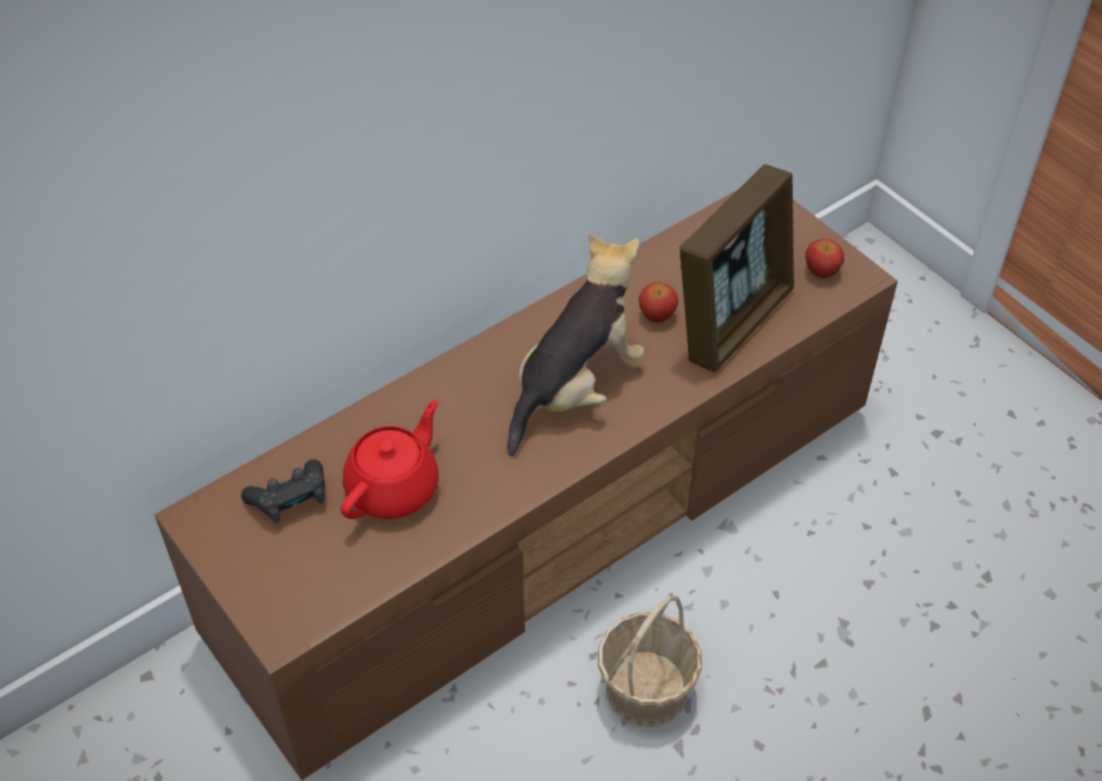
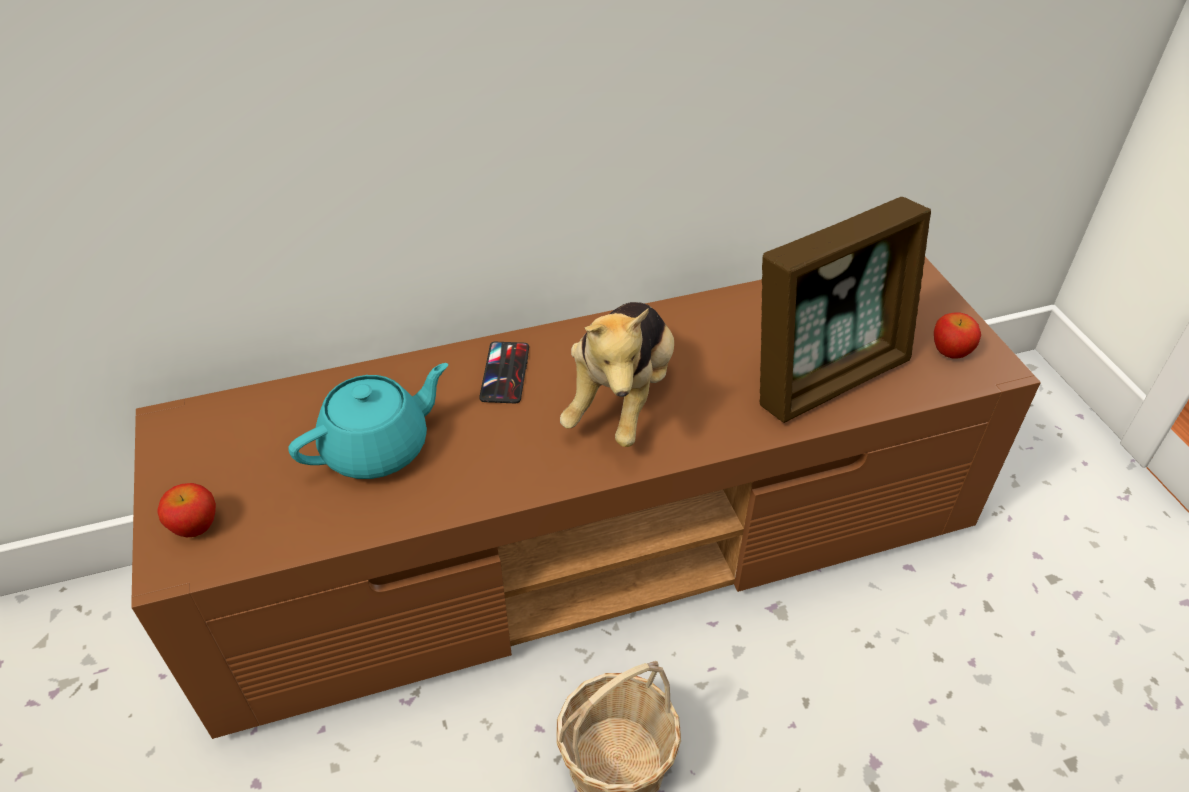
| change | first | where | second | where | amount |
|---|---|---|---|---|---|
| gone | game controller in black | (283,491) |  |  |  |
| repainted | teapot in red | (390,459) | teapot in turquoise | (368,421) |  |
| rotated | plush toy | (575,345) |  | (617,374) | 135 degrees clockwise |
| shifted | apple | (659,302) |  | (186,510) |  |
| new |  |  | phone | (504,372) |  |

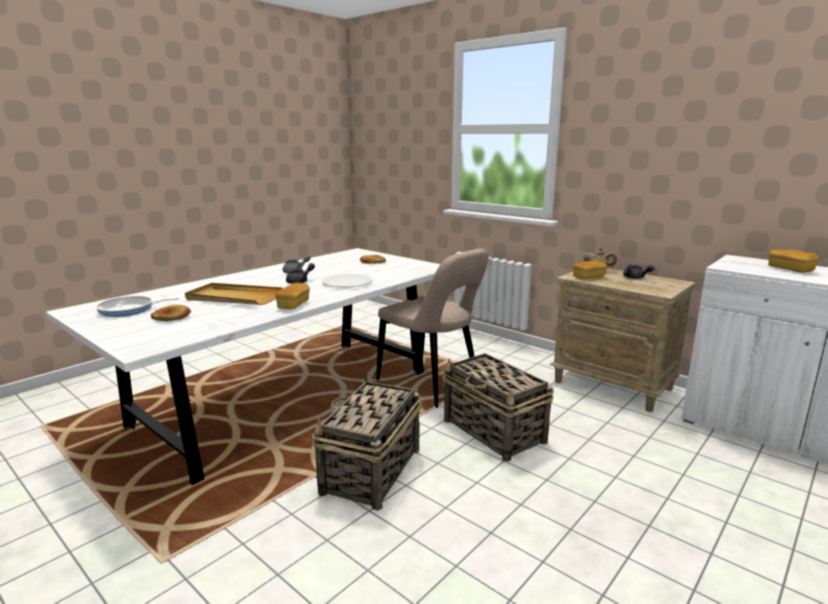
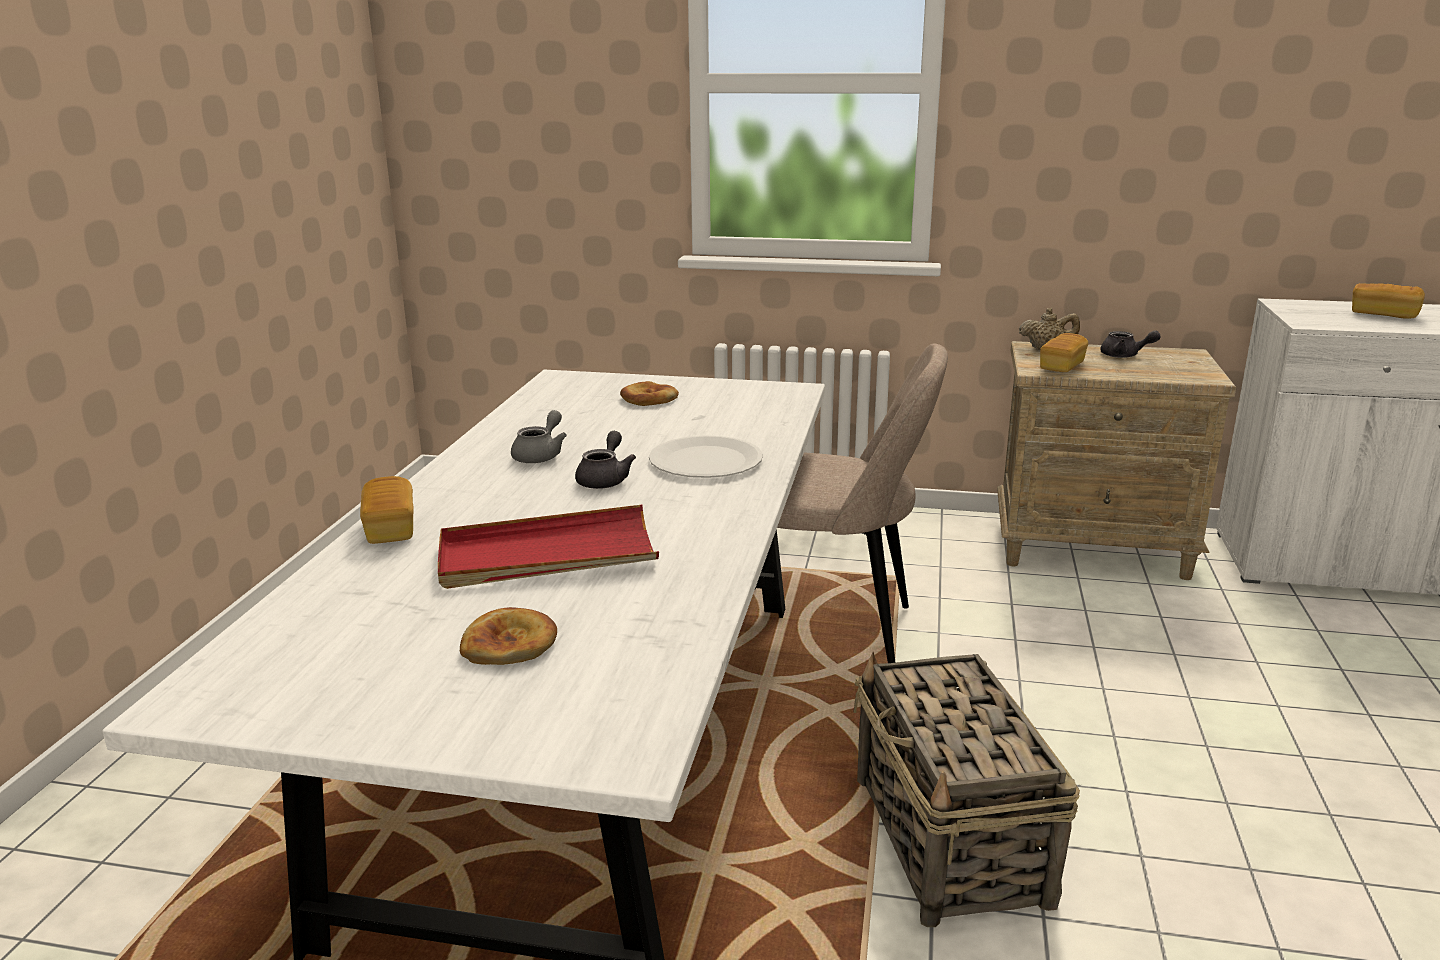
| change | first | where | second | where | amount |
|---|---|---|---|---|---|
| gone | frying pan | (137,306) |  |  |  |
| repainted | tray in beige | (234,294) | tray in red | (548,547) |  |
| shifted | bread | (293,296) |  | (387,510) |  |
| gone | basket | (498,407) |  |  |  |

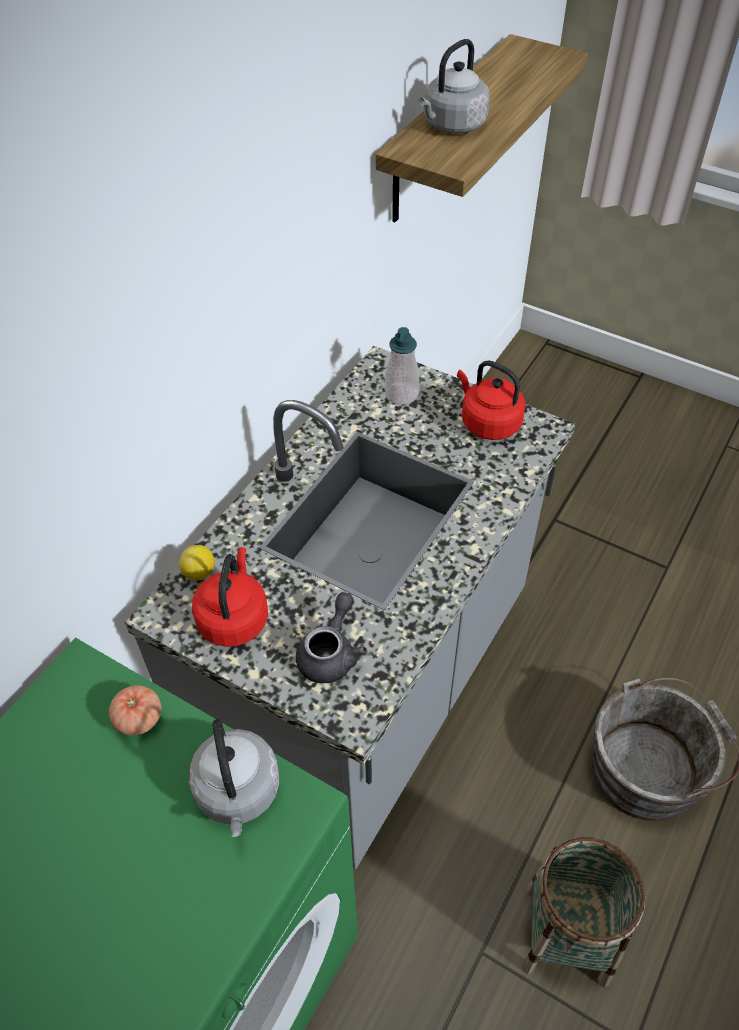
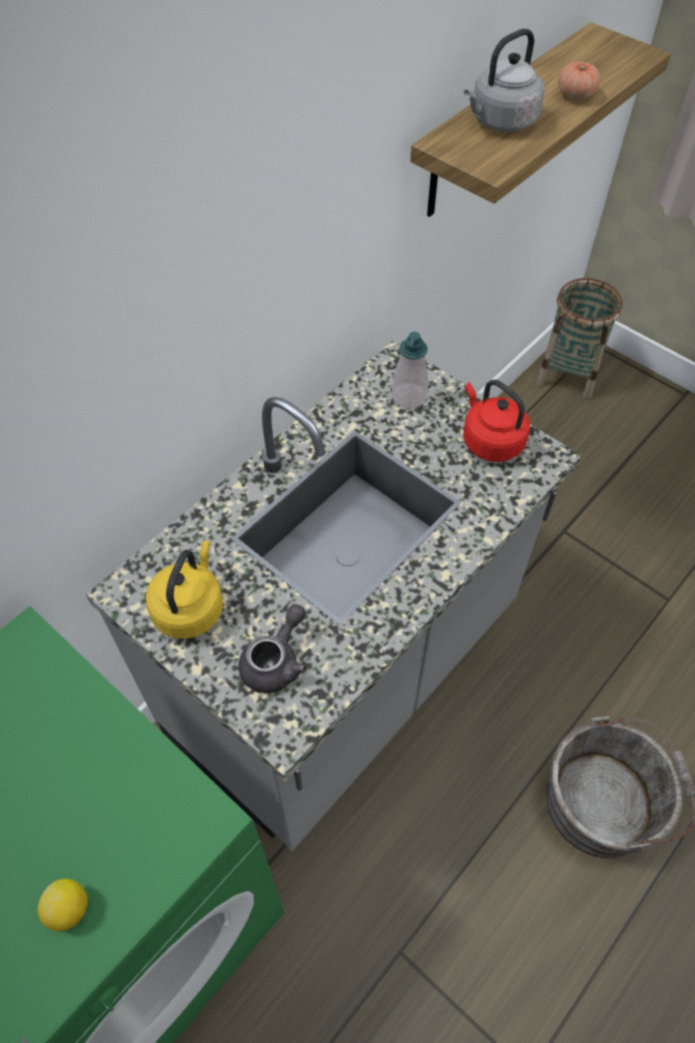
| change | first | where | second | where | amount |
|---|---|---|---|---|---|
| shifted | tomato | (135,710) |  | (579,81) |  |
| shifted | lemon | (197,562) |  | (63,904) |  |
| gone | kettle in grey | (234,778) |  |  |  |
| repainted | kettle in red | (230,597) | kettle in yellow | (184,590) |  |
| shifted | basket | (584,912) |  | (579,338) |  |

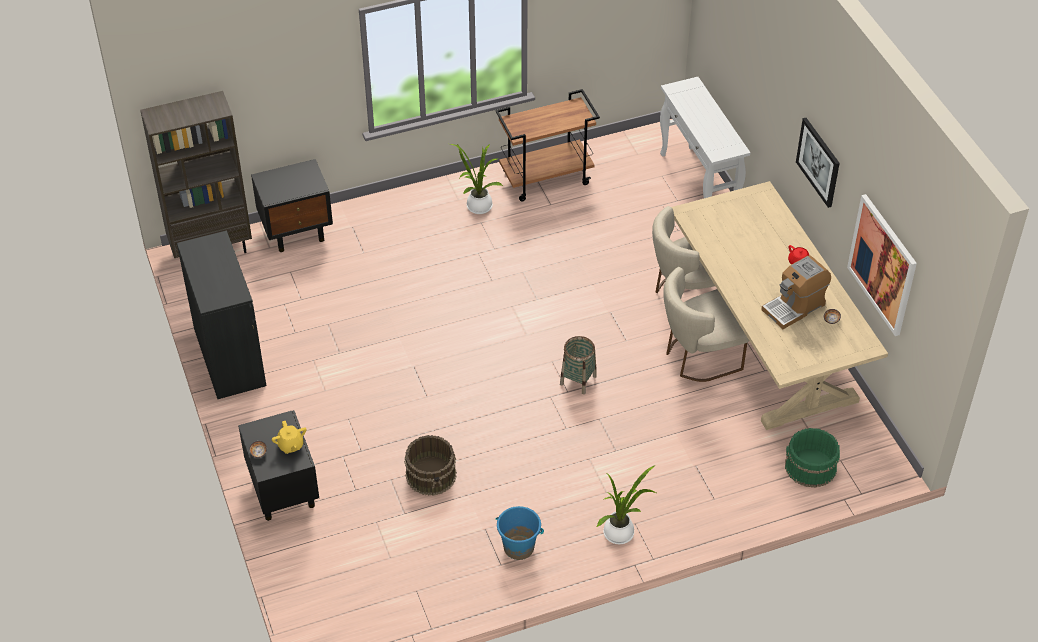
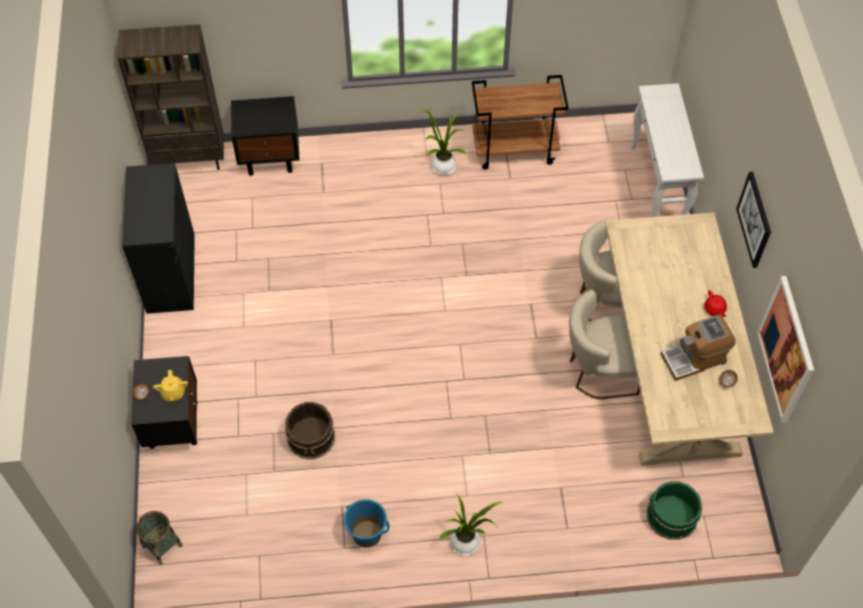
| change | first | where | second | where | amount |
|---|---|---|---|---|---|
| shifted | basket | (578,365) |  | (159,538) |  |

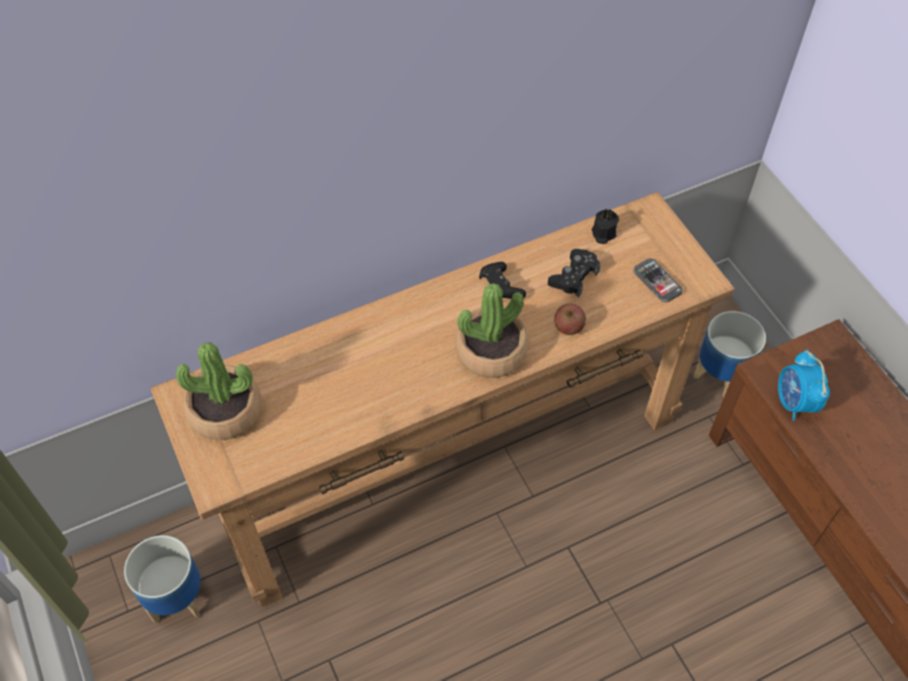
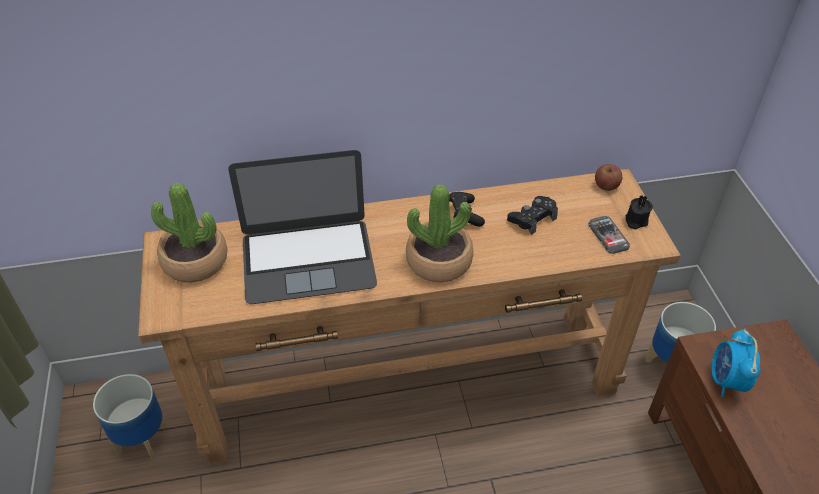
| change | first | where | second | where | amount |
|---|---|---|---|---|---|
| shifted | apple | (570,319) |  | (608,177) |  |
| shifted | candle in black | (605,226) |  | (639,212) |  |
| new |  |  | laptop | (302,227) |  |

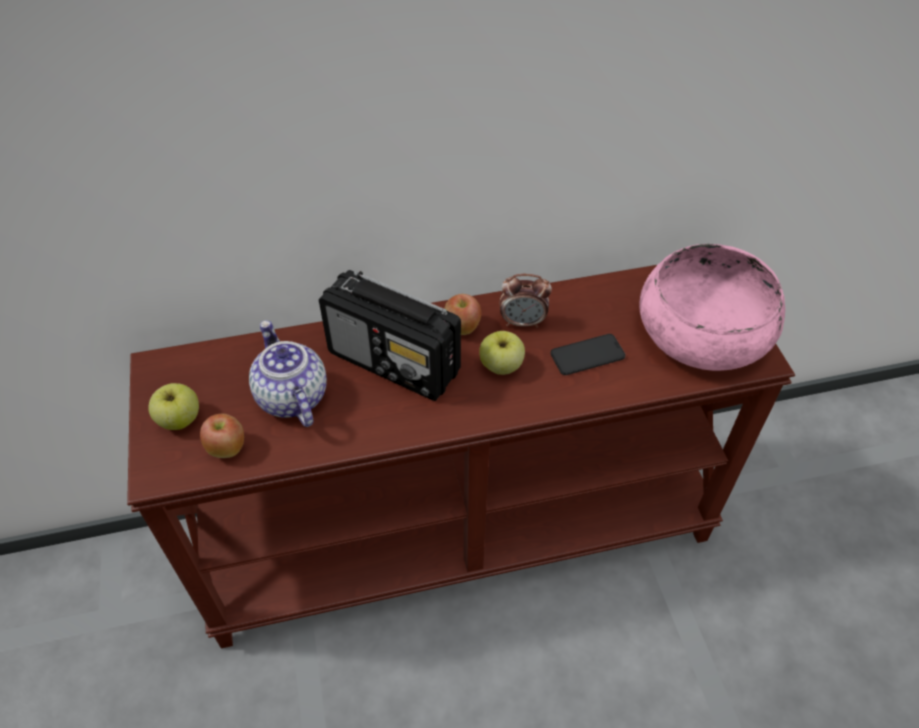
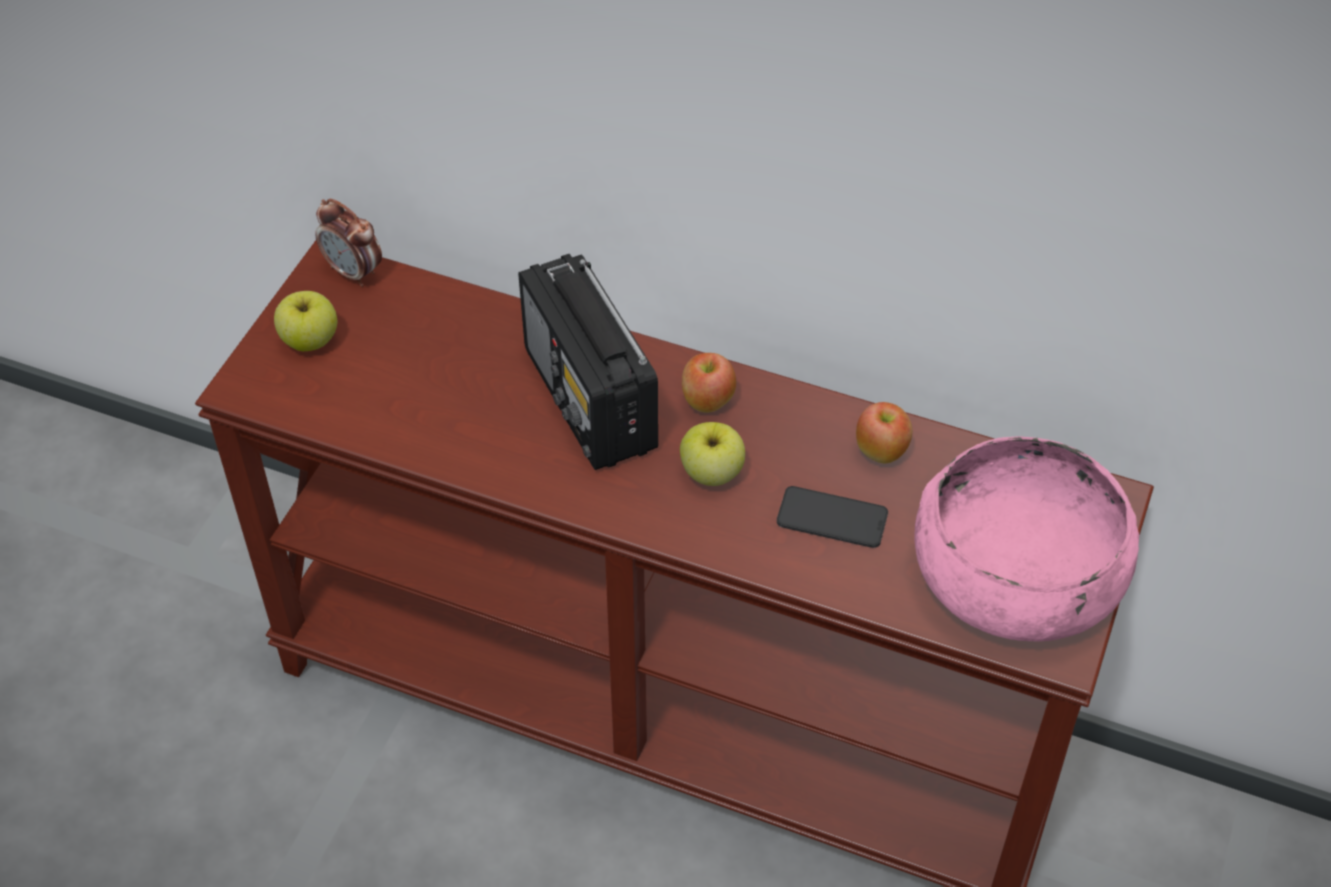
| change | first | where | second | where | amount |
|---|---|---|---|---|---|
| shifted | apple | (222,436) |  | (884,432) |  |
| gone | teapot | (288,373) |  |  |  |
| shifted | alarm clock | (526,301) |  | (348,242) |  |

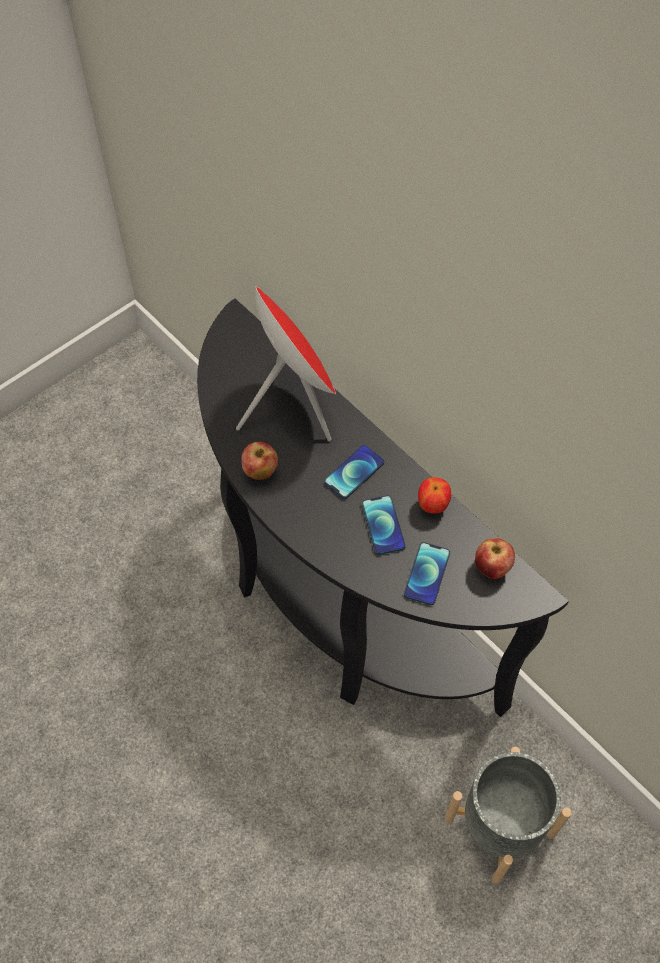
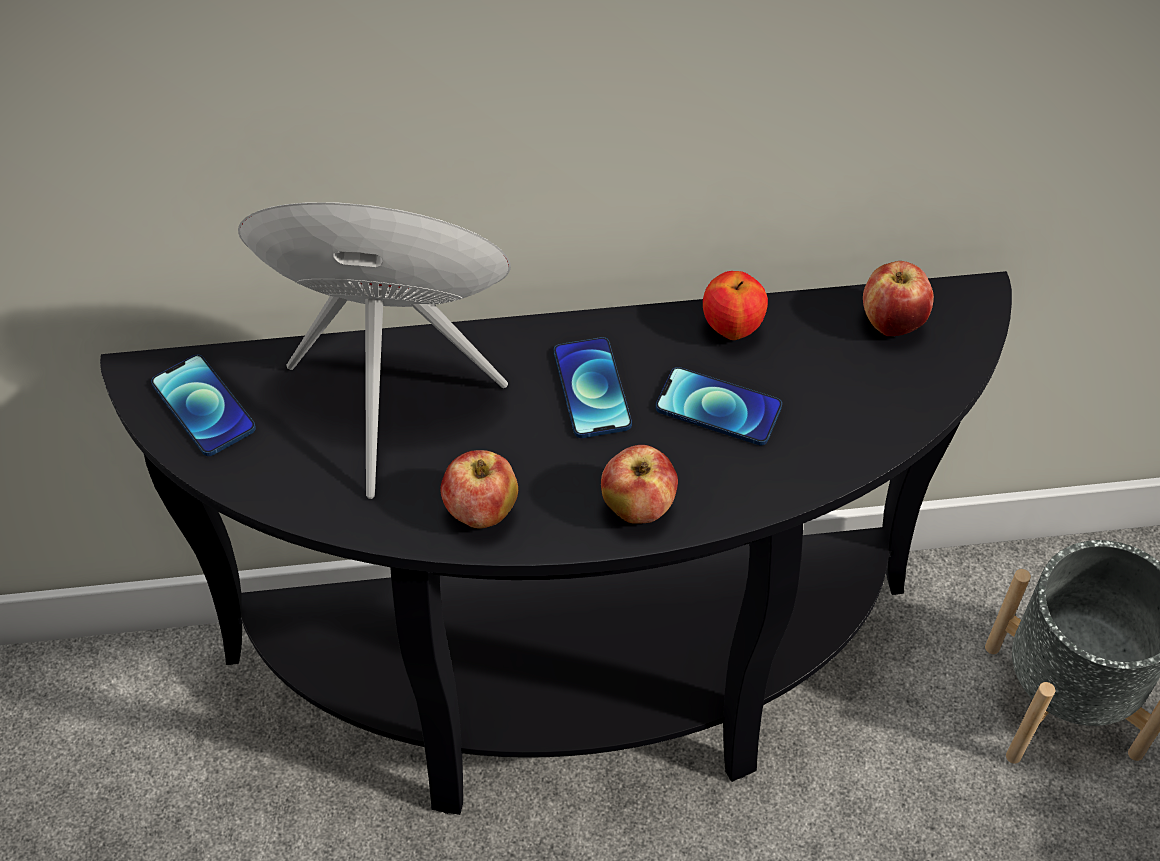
| change | first | where | second | where | amount |
|---|---|---|---|---|---|
| shifted | phone | (427,573) |  | (203,405) |  |
| new |  |  | apple | (639,484) |  |

